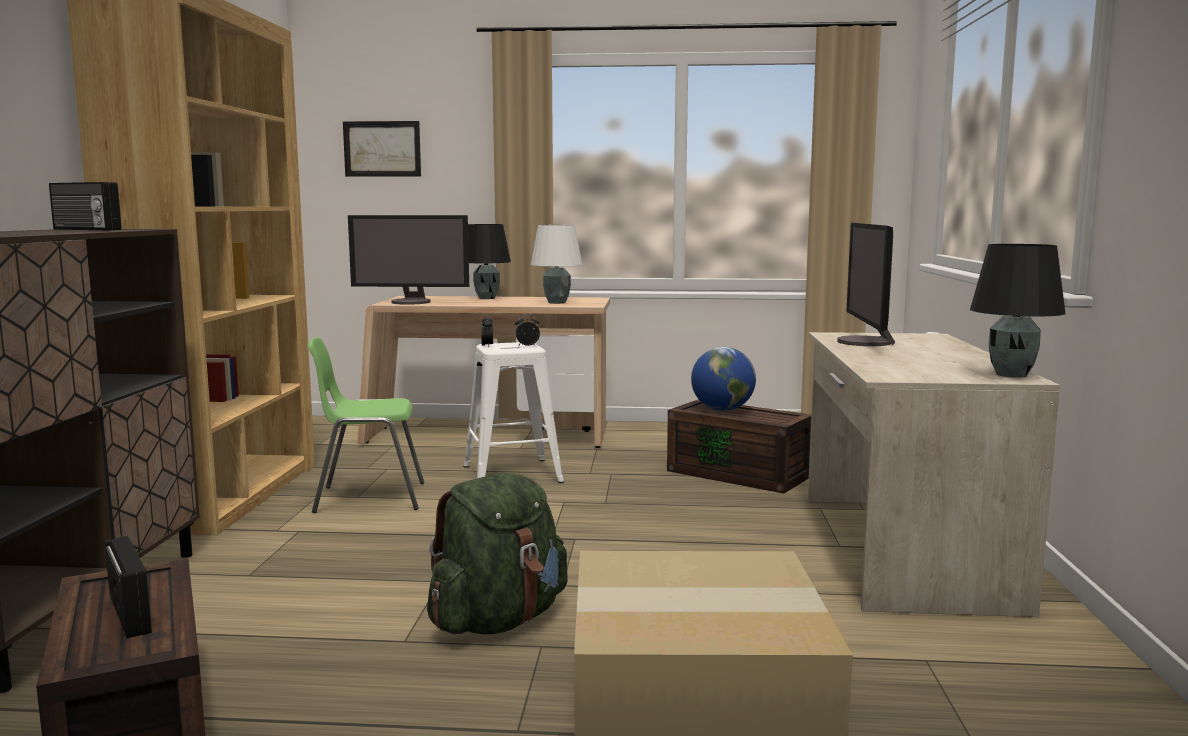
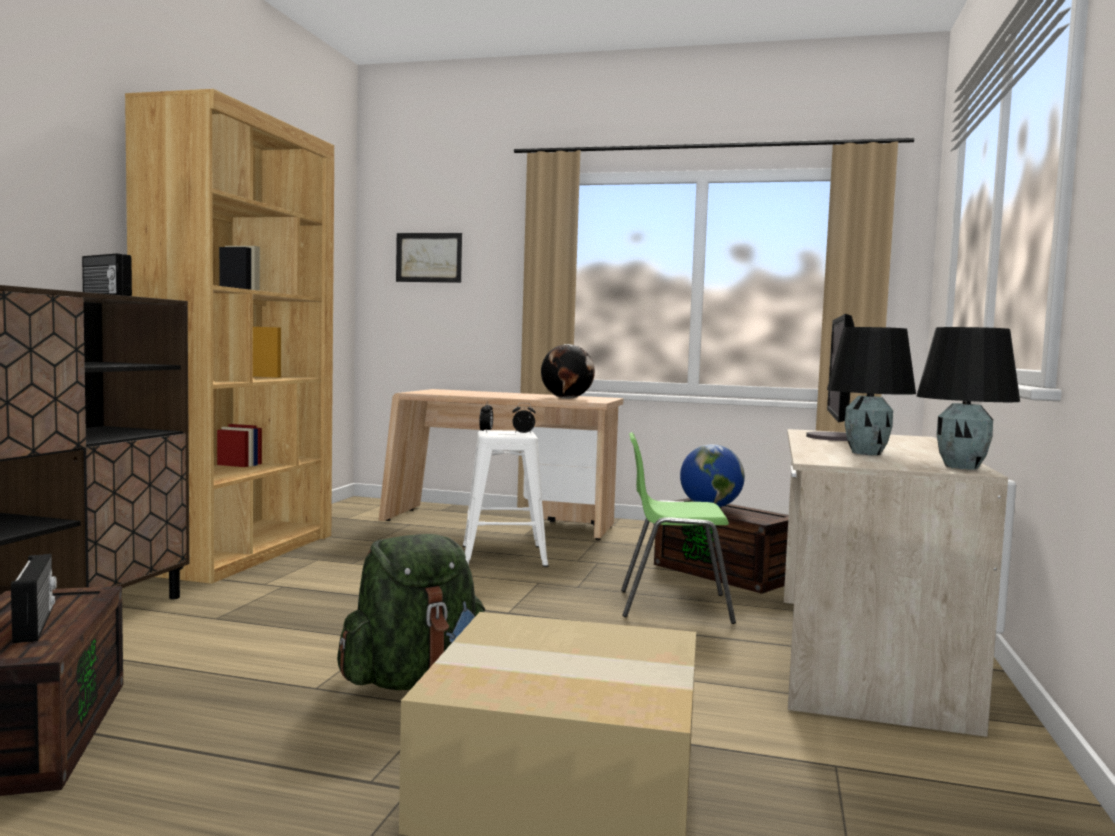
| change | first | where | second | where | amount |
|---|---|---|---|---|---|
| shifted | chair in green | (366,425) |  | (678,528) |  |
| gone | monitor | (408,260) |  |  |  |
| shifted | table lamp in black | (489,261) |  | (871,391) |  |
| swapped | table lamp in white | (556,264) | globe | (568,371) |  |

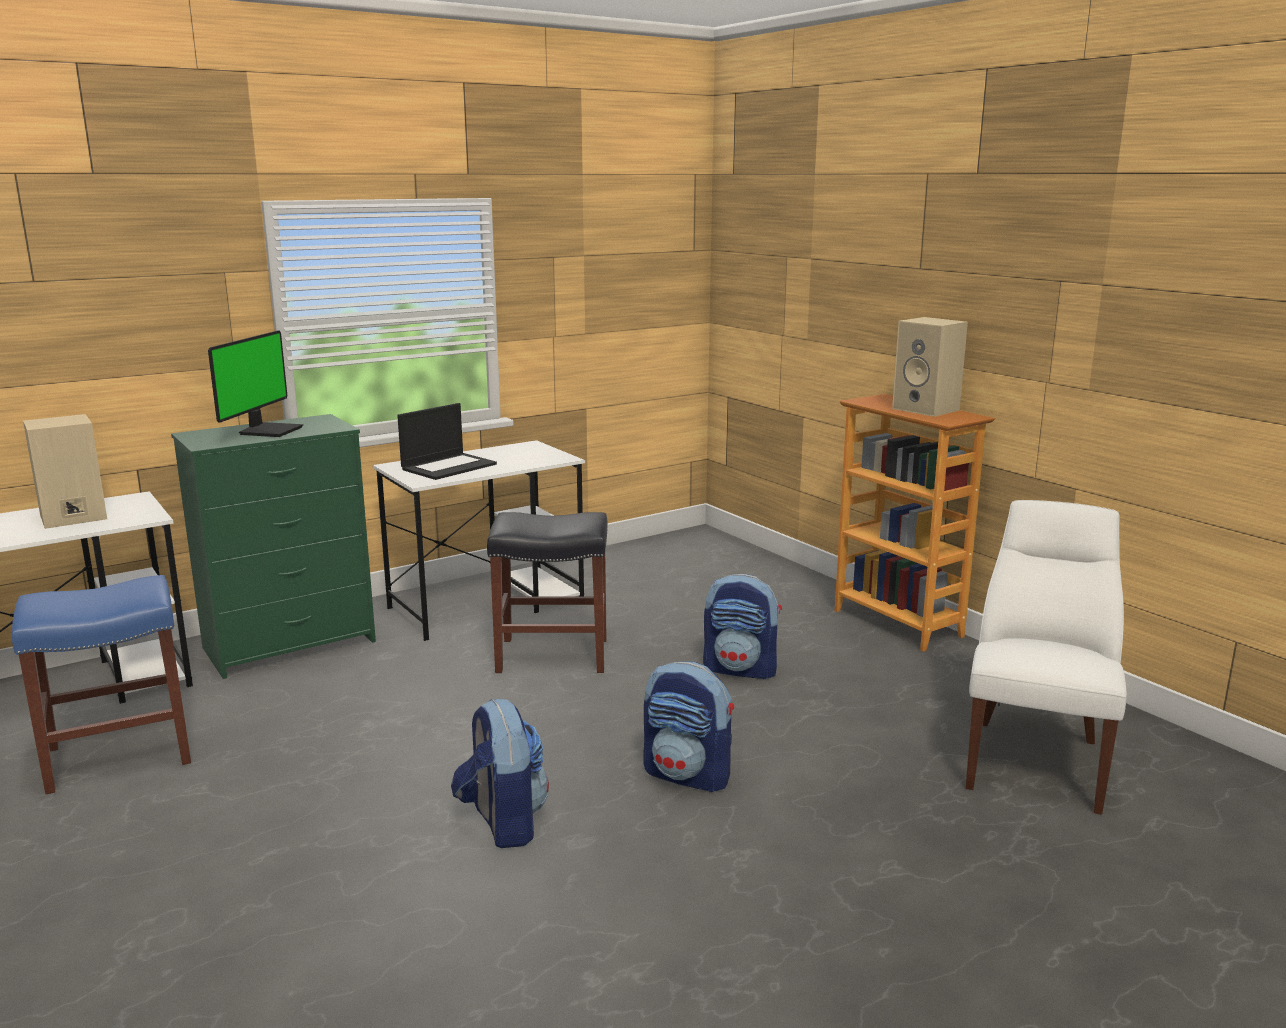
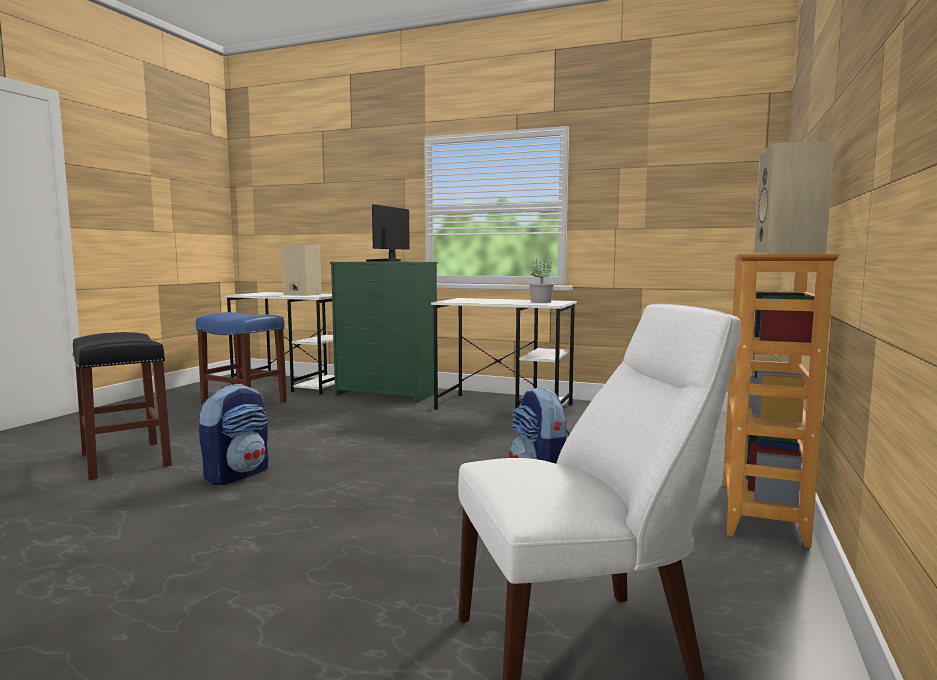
| change | first | where | second | where | amount |
|---|---|---|---|---|---|
| rotated | monitor | (255,384) |  | (388,233) | 135 degrees clockwise |
| gone | laptop | (447,441) |  |  |  |
| shifted | stool in black | (547,592) |  | (122,406) |  |
| gone | backpack | (688,727) |  |  |  |
| new |  |  | potted plant | (541,281) |  |

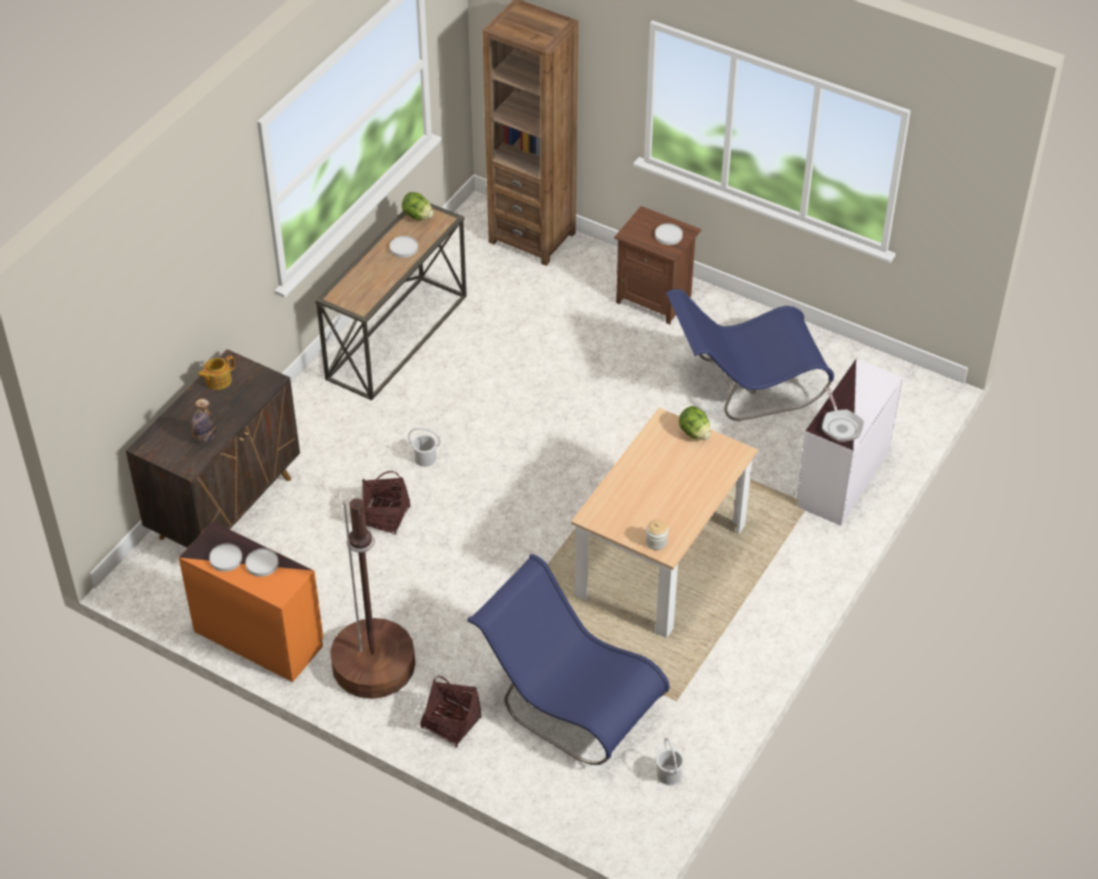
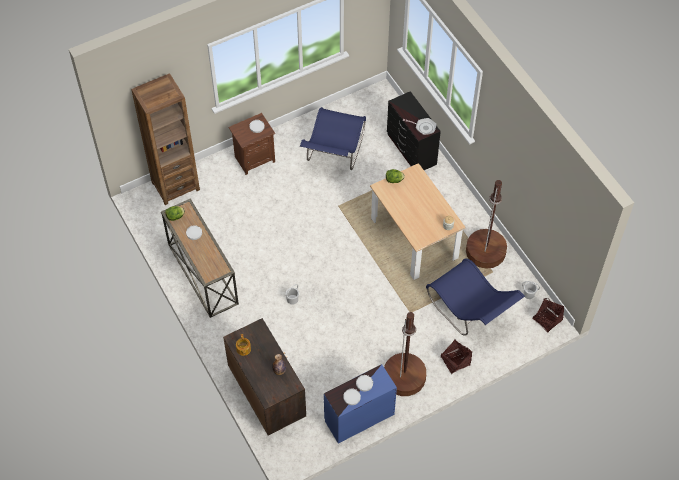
| change | first | where | second | where | amount |
|---|---|---|---|---|---|
| repainted | dresser in orange | (251,601) | dresser in blue | (360,404) |  |
| shifted | basket | (386,503) |  | (548,315) |  |
| rotated | chair in blue | (568,659) |  | (475,297) | 105 degrees counterclockwise |
| repainted | dresser in white | (849,442) | dresser in black | (414,130) |  |
| new |  |  | floor lamp in brown | (486,224) |  |

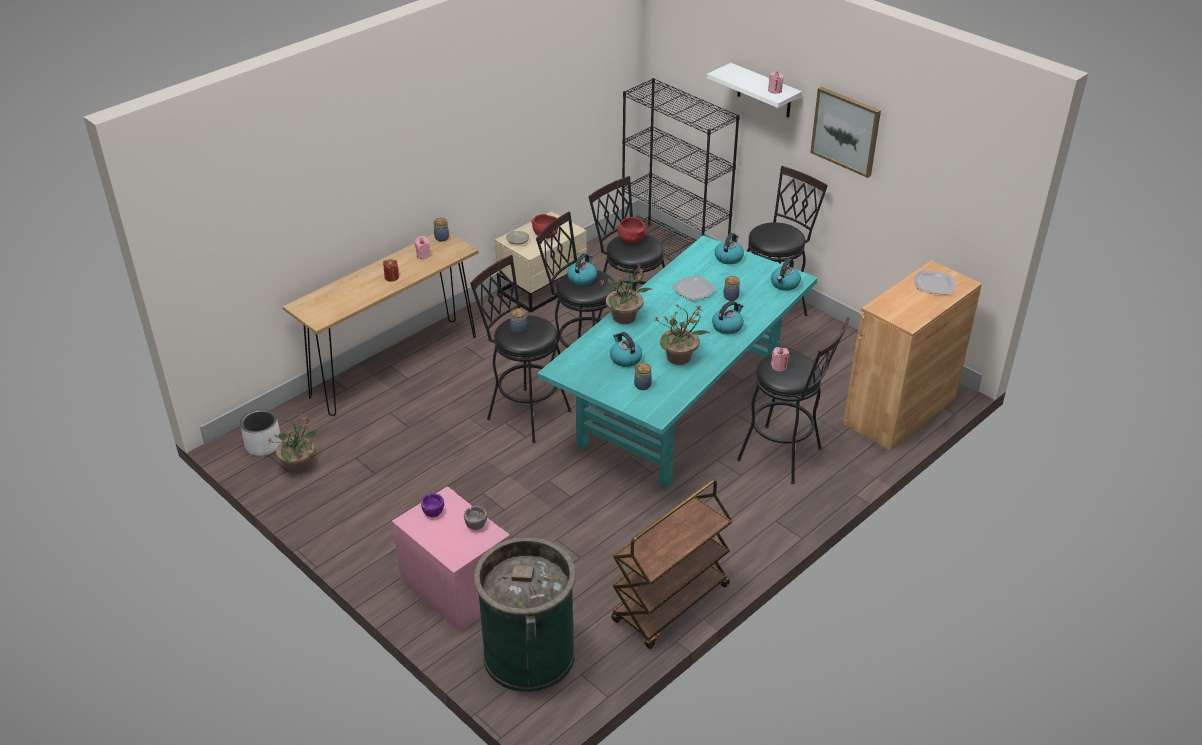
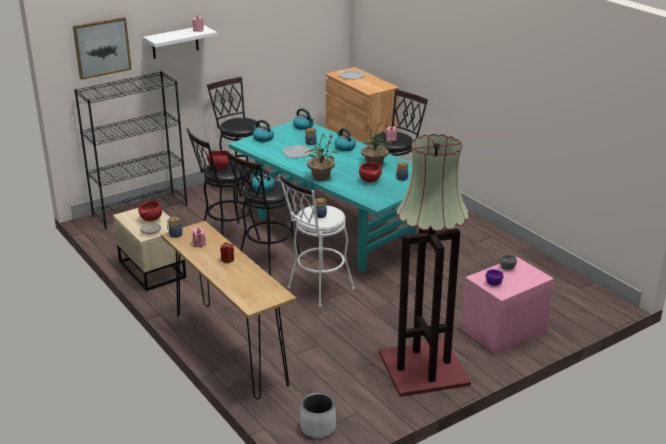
| change | first | where | second | where | amount |
|---|---|---|---|---|---|
| gone | potted plant | (293,442) |  |  |  |
| repainted | stool in black | (521,349) | stool in white | (317,240) |  |
| gone | trash can in green | (525,614) |  |  |  |
| swapped | kettle | (626,349) | bowl in red | (370,172) |  |
| gone | cart in brown | (671,564) |  |  |  |
| shifted | picture | (845,132) |  | (102,48) |  |
| new |  |  | floor lamp | (425,265) |  |

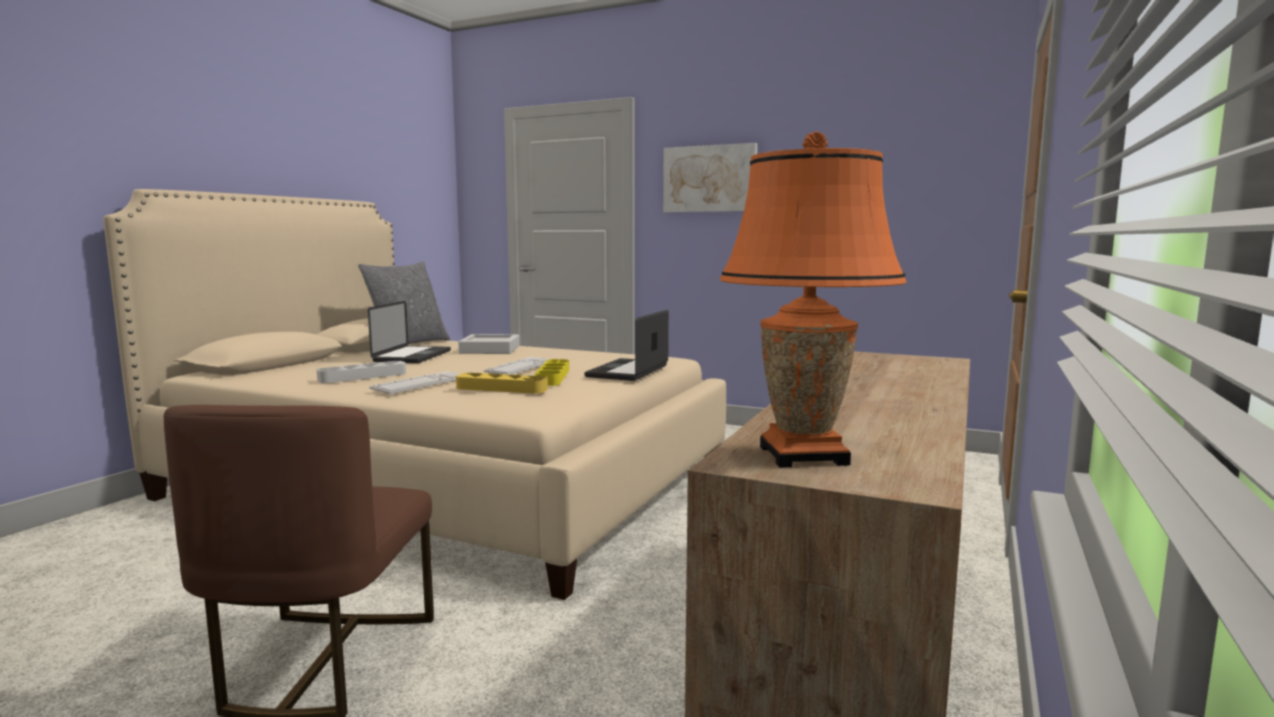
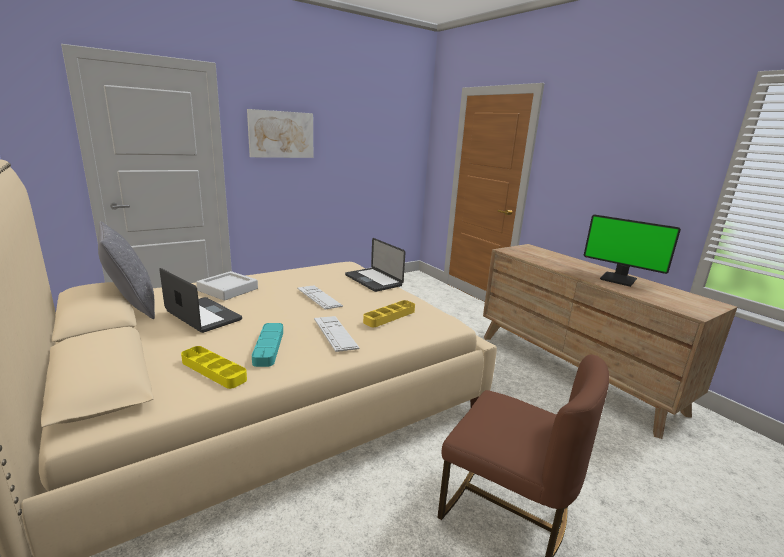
| change | first | where | second | where | amount |
|---|---|---|---|---|---|
| repainted | tray in grey | (361,372) | tray in turquoise | (267,345) |  |
| shifted | tray in yellow | (552,372) |  | (214,367) |  |
| gone | table lamp in orange | (813,299) |  |  |  |
| new |  |  | monitor | (632,250) |  |

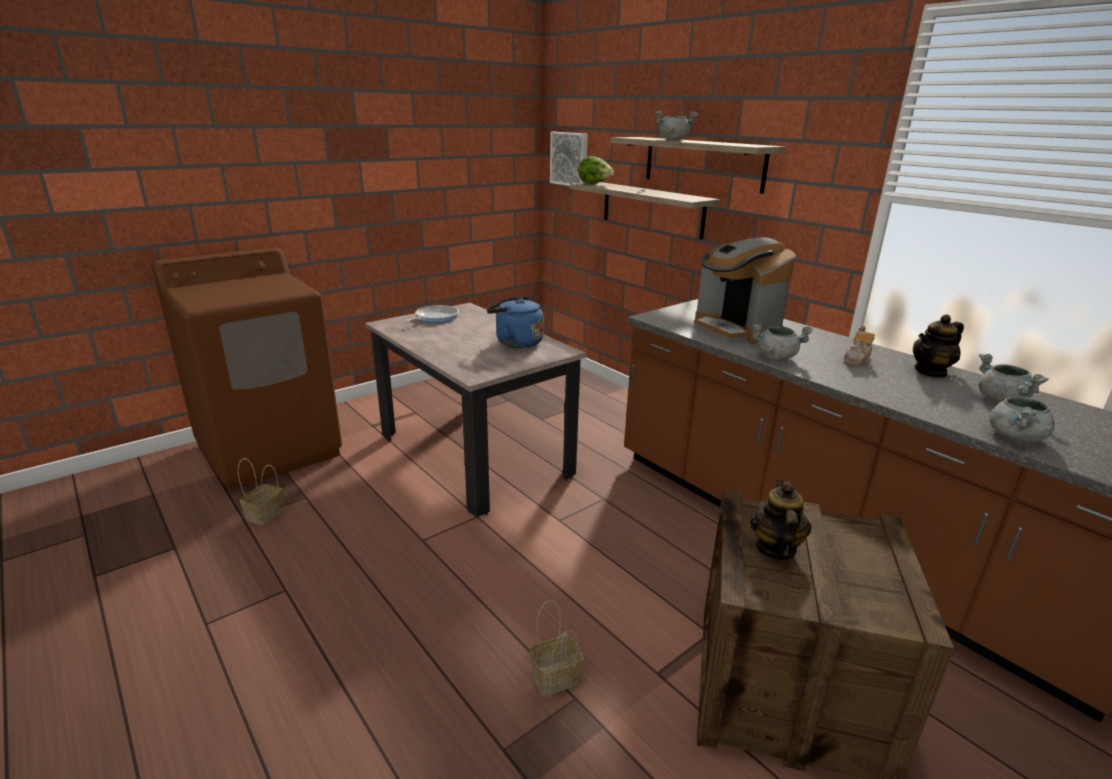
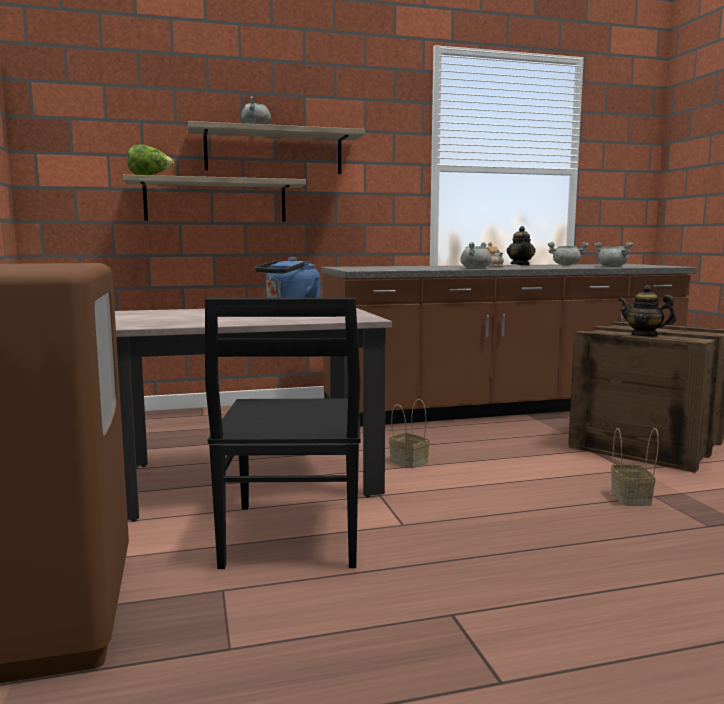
| change | first | where | second | where | amount |
|---|---|---|---|---|---|
| shifted | basket | (261,491) |  | (409,433) |  |
| gone | frying pan | (432,314) |  |  |  |
| gone | picture | (569,159) |  |  |  |
| gone | coffee machine | (745,290) |  |  |  |
| new |  |  | chair in black | (282,433) |  |

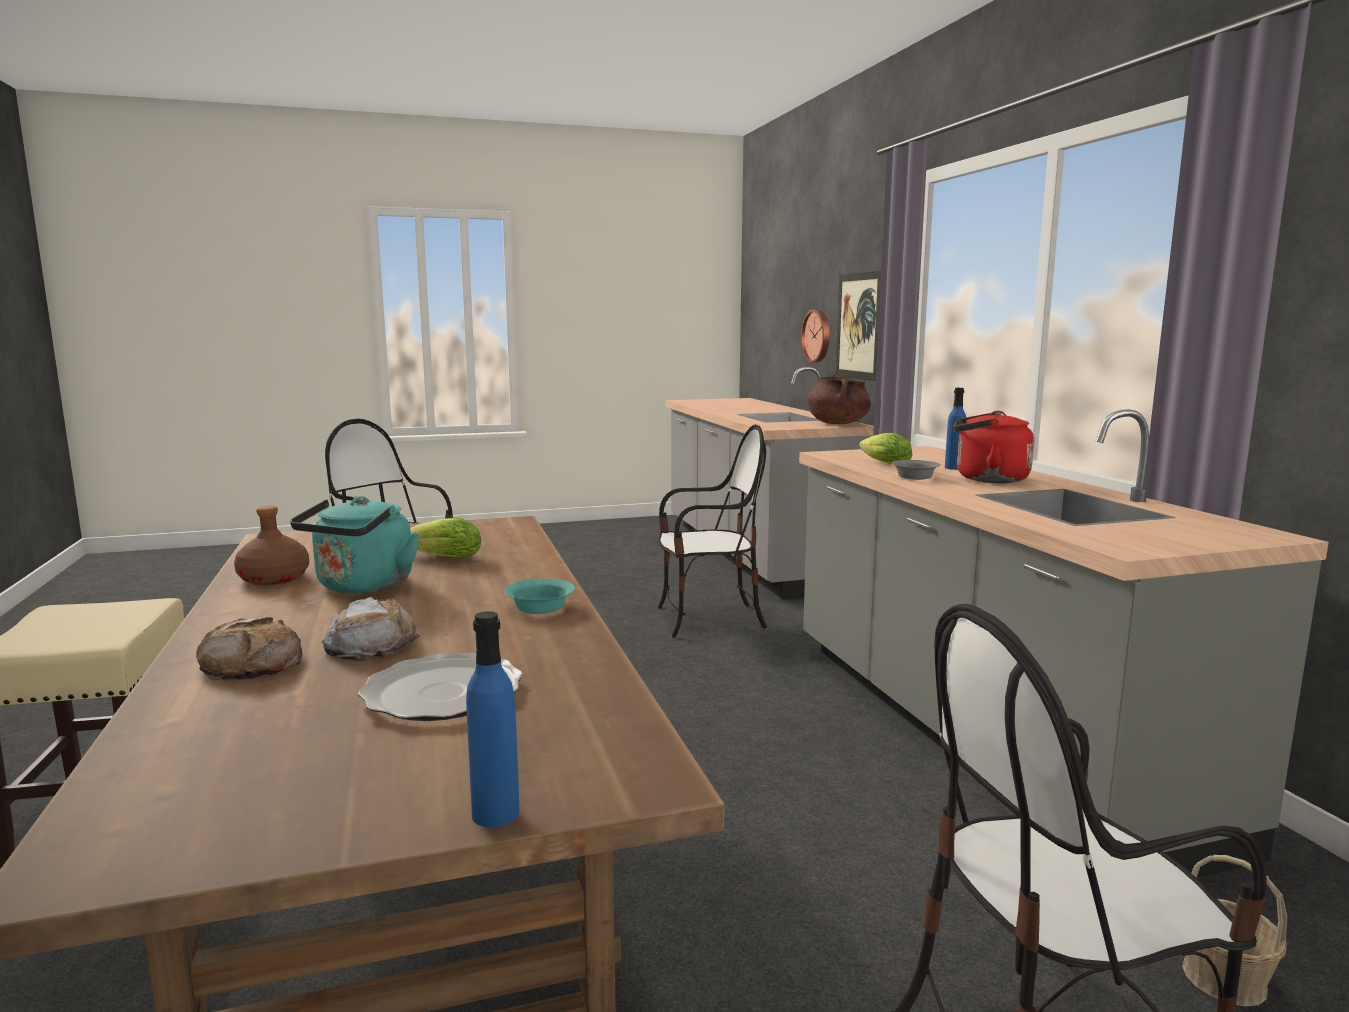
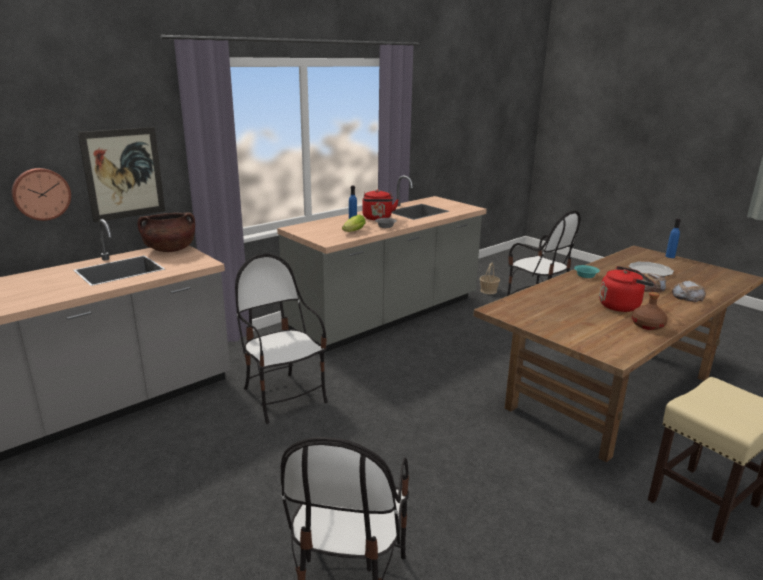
| change | first | where | second | where | amount |
|---|---|---|---|---|---|
| repainted | kettle in turquoise | (354,544) | kettle in red | (627,289) |  |
| gone | lettuce | (446,537) |  |  |  |

